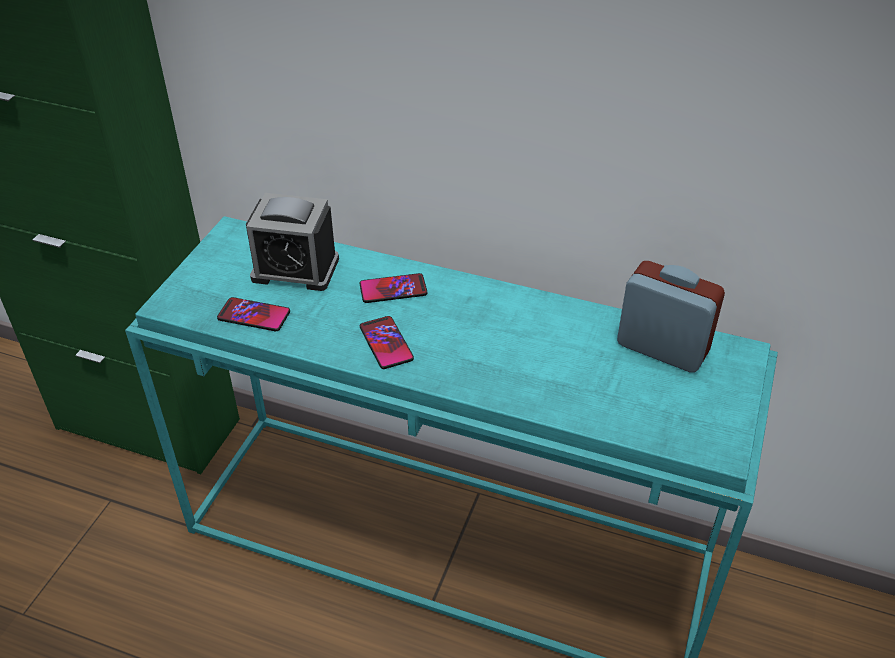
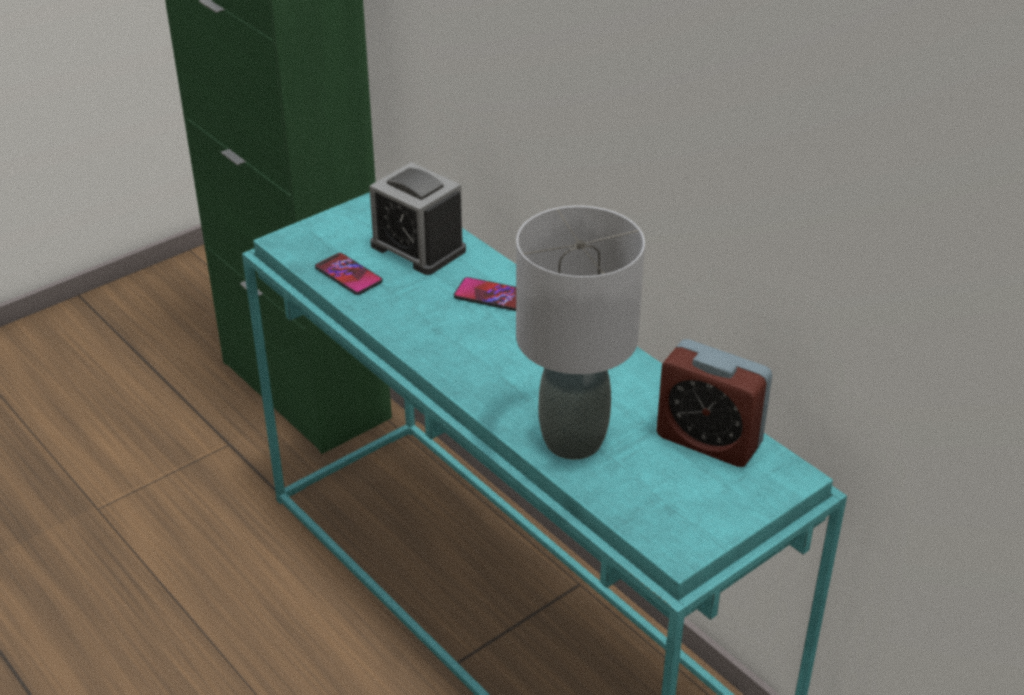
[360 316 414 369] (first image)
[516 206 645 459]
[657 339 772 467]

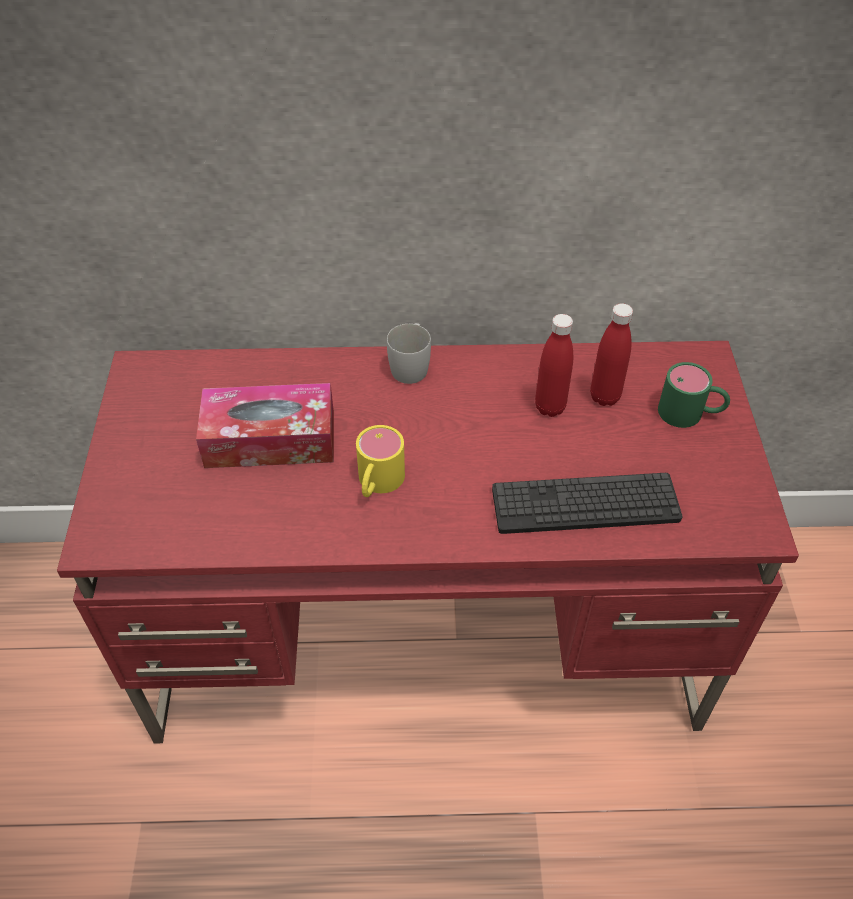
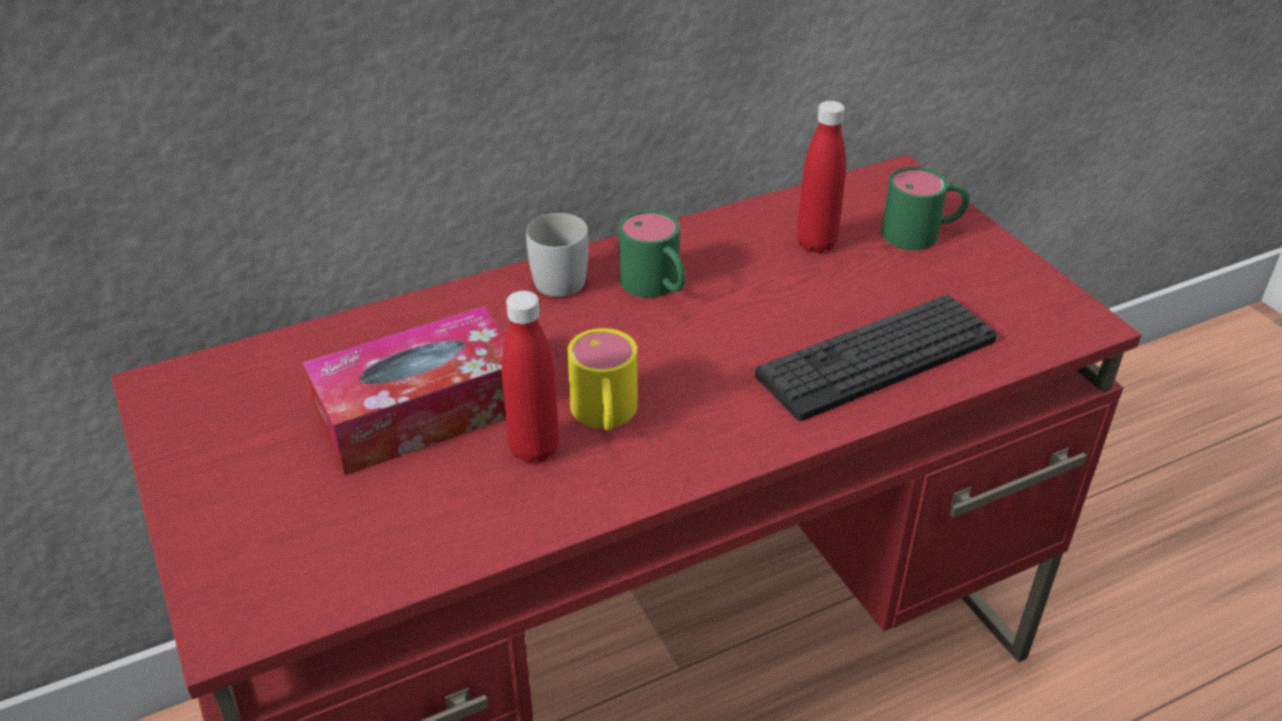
[619 210 685 297]
[502 291 559 463]

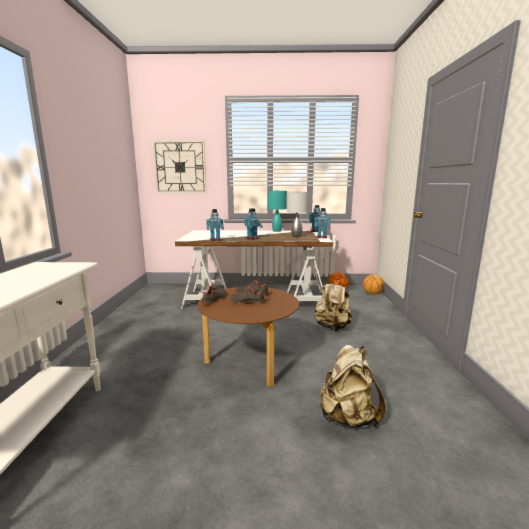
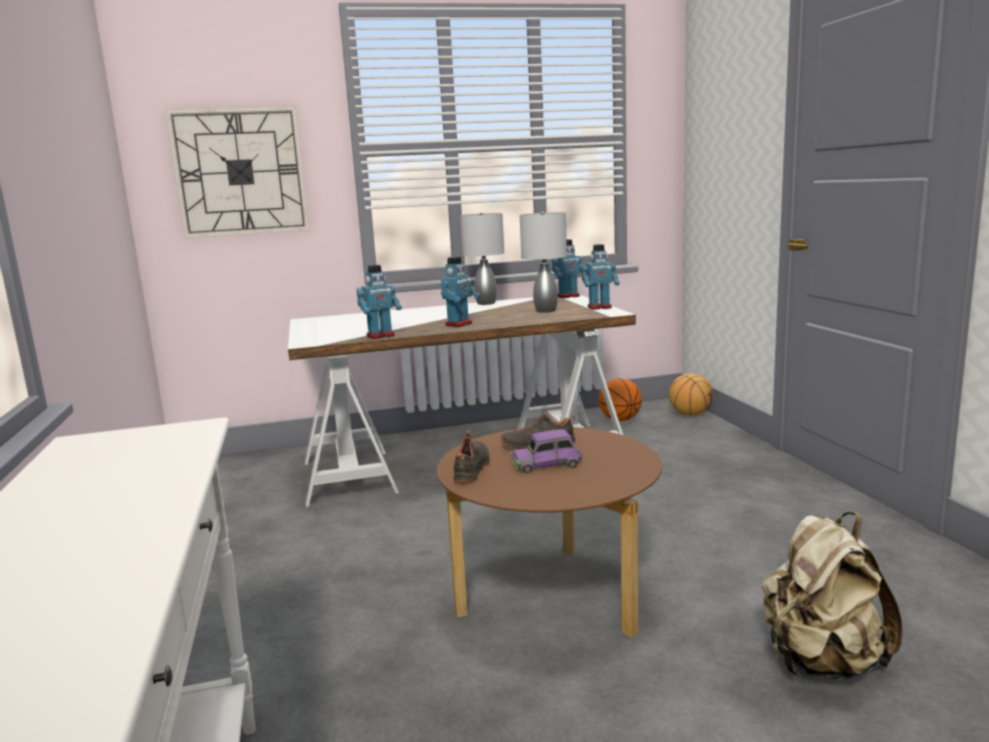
[314 279 352 331] (first image)
[510 429 583 473]
[460 213 504 305]

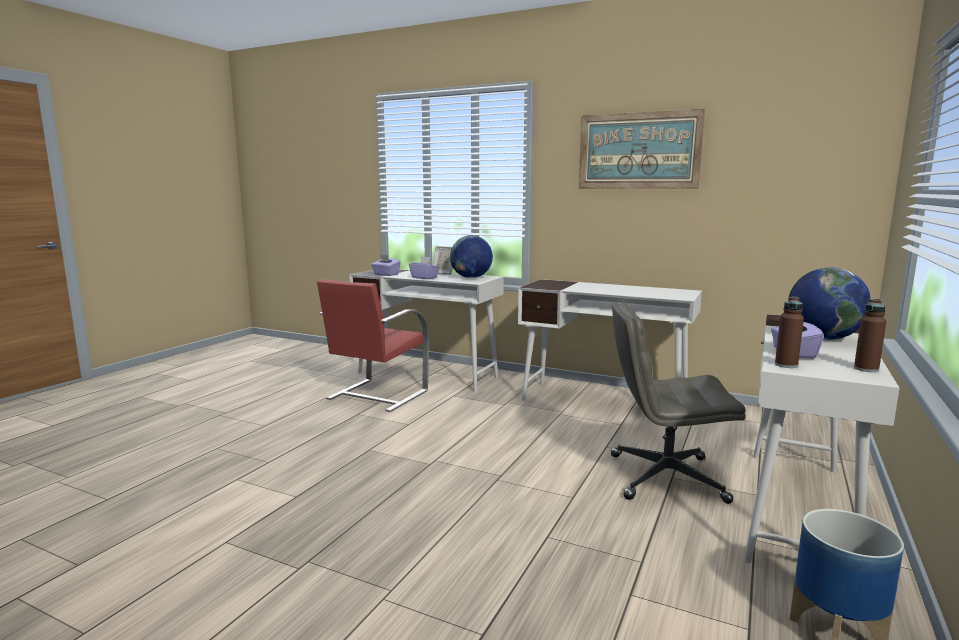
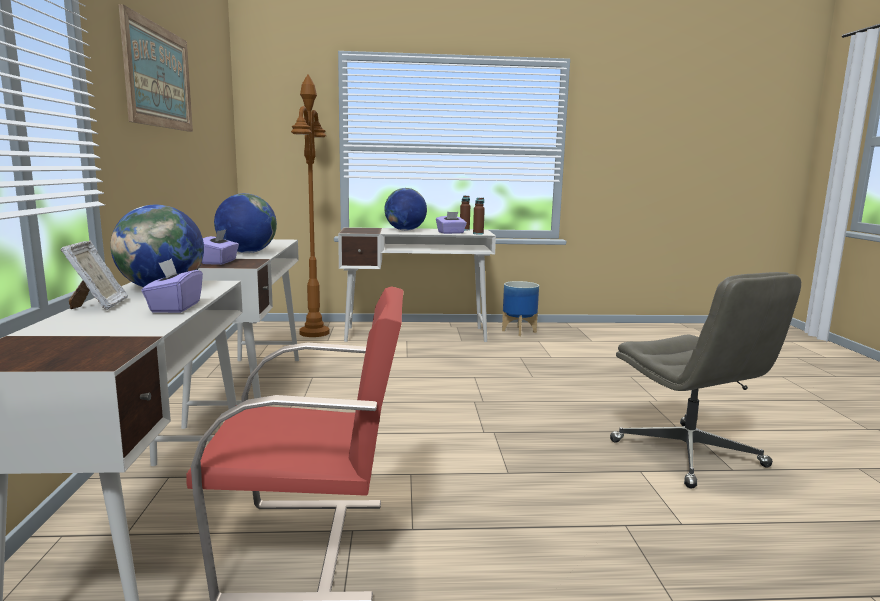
[214 193 277 253]
[291 75 329 337]
[202 230 239 265]
[610 272 801 489]

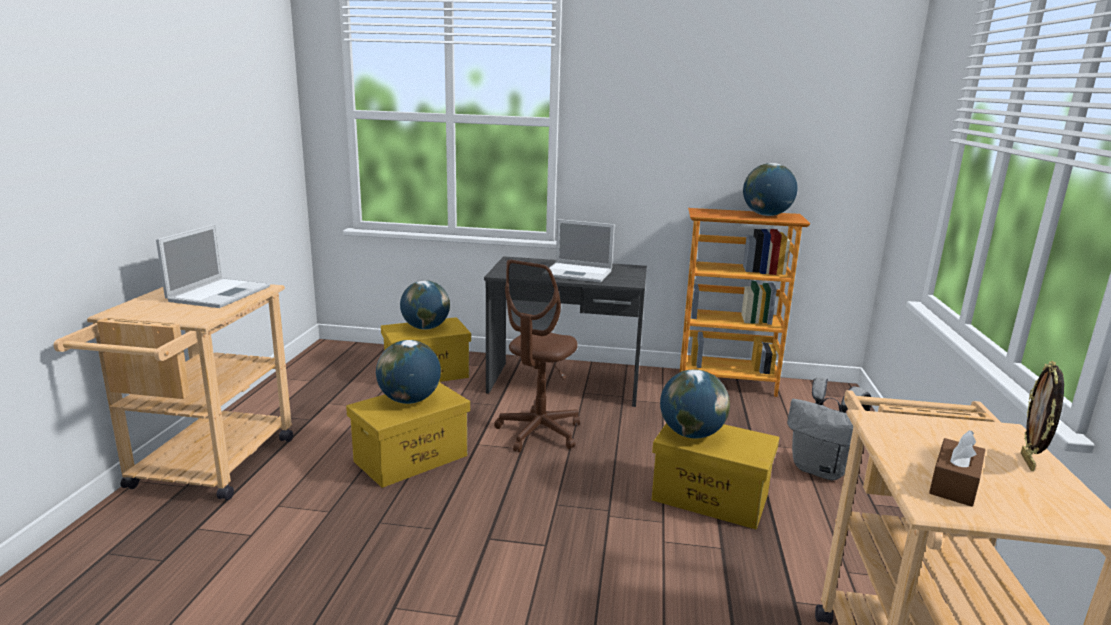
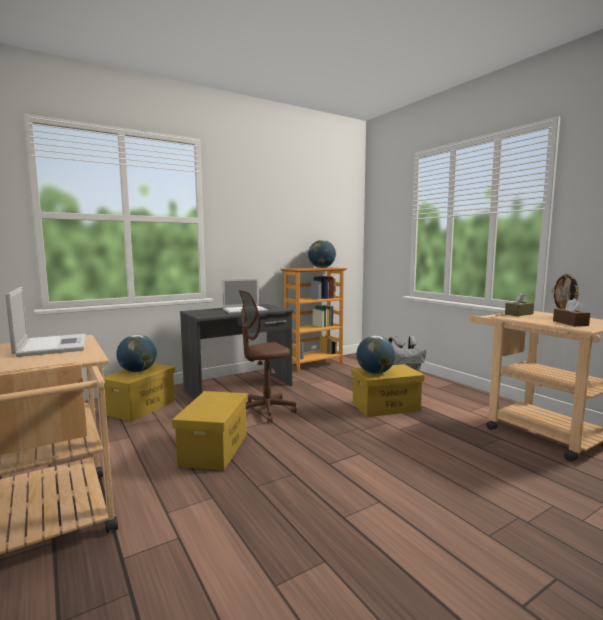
[376 340 441 404] (first image)
[505 292 534 316]
[239 290 297 423]

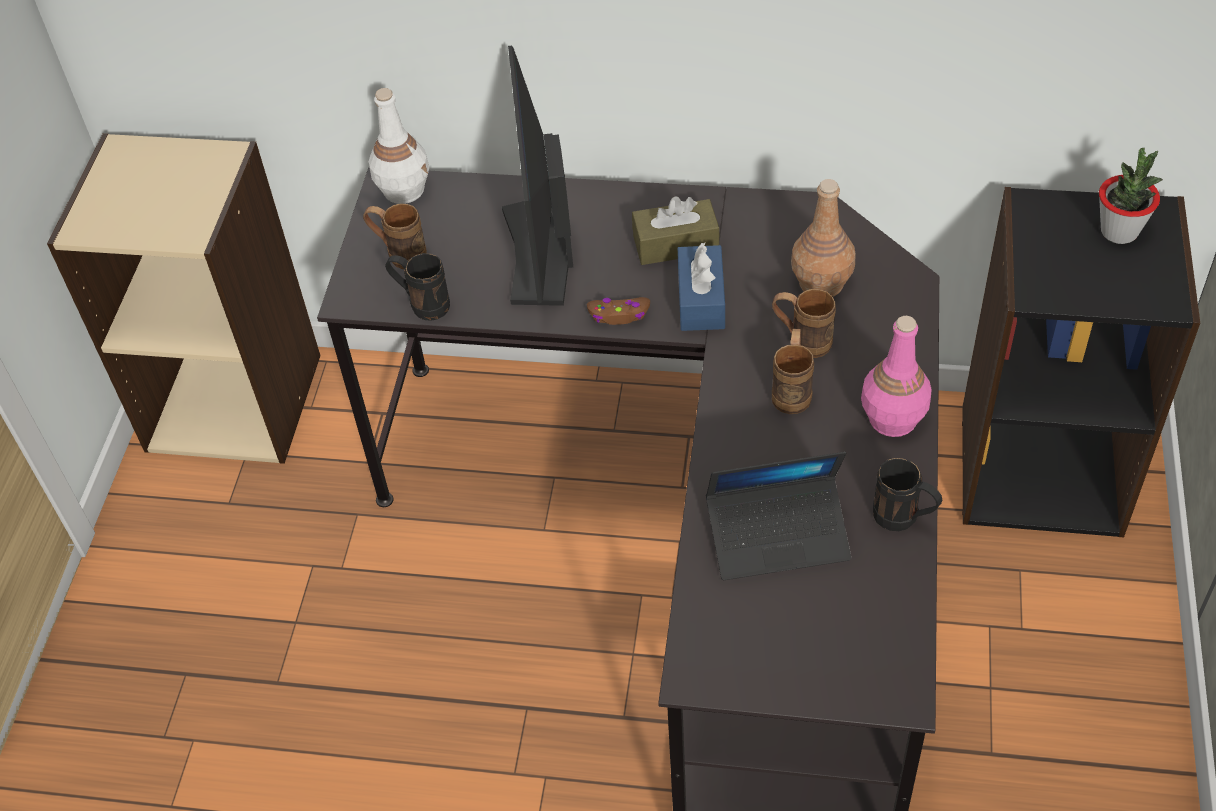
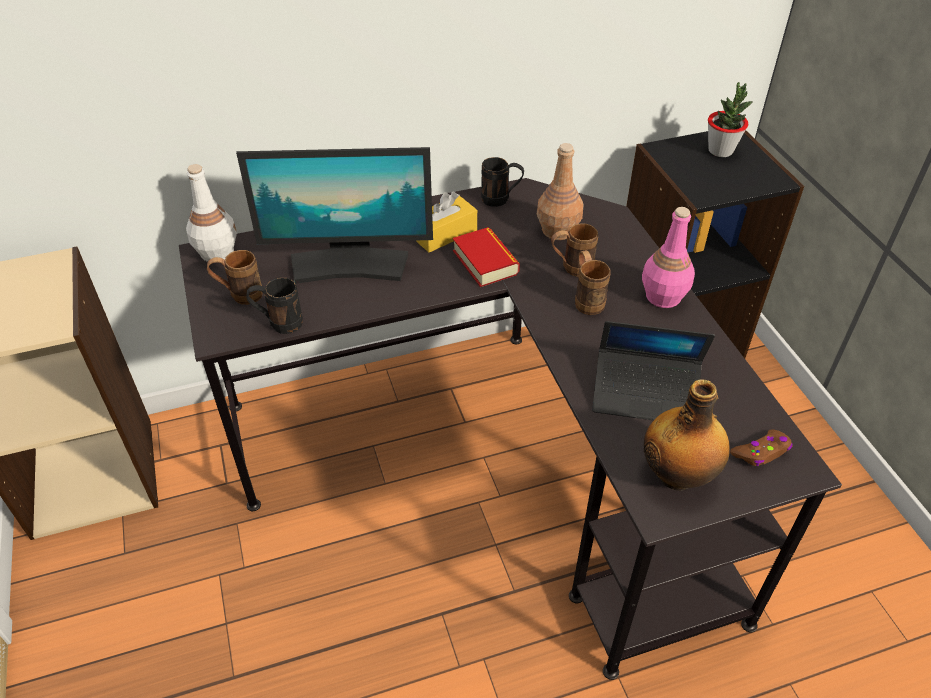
[644 379 730 491]
[730 429 793 466]
[481 157 524 207]
[453 227 520 287]
[416 192 477 252]
[236 147 433 284]
[592 321 715 420]

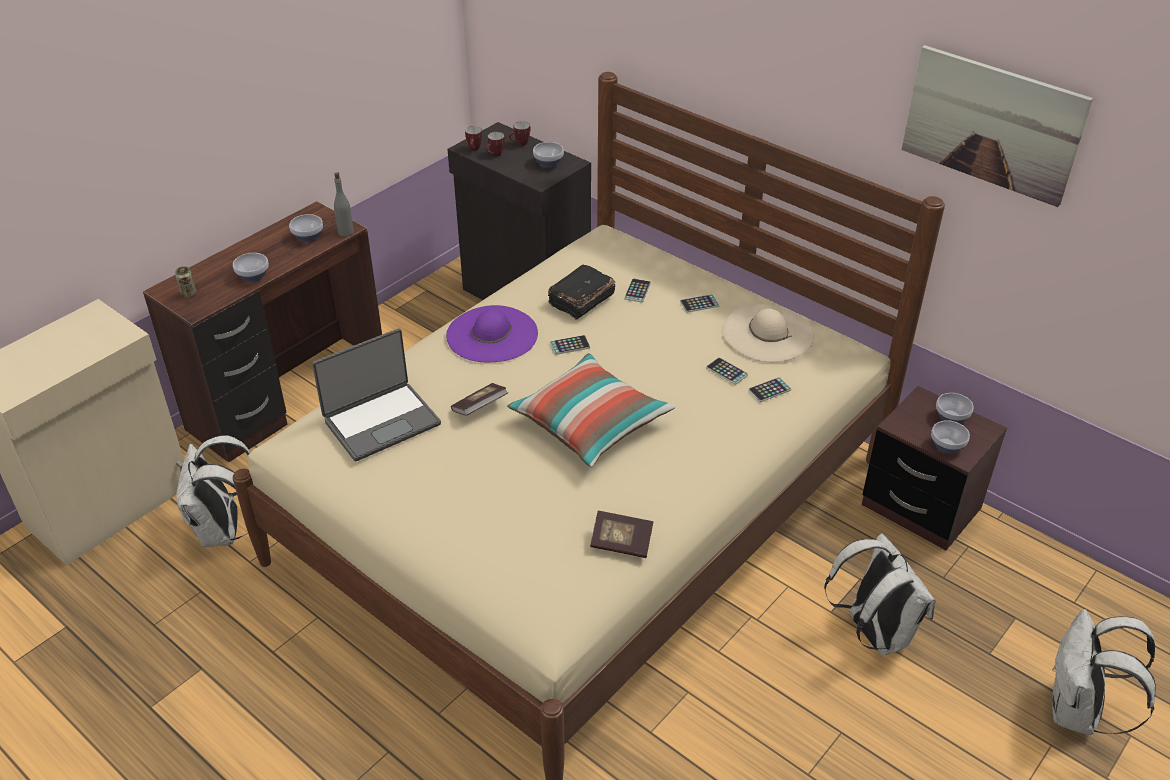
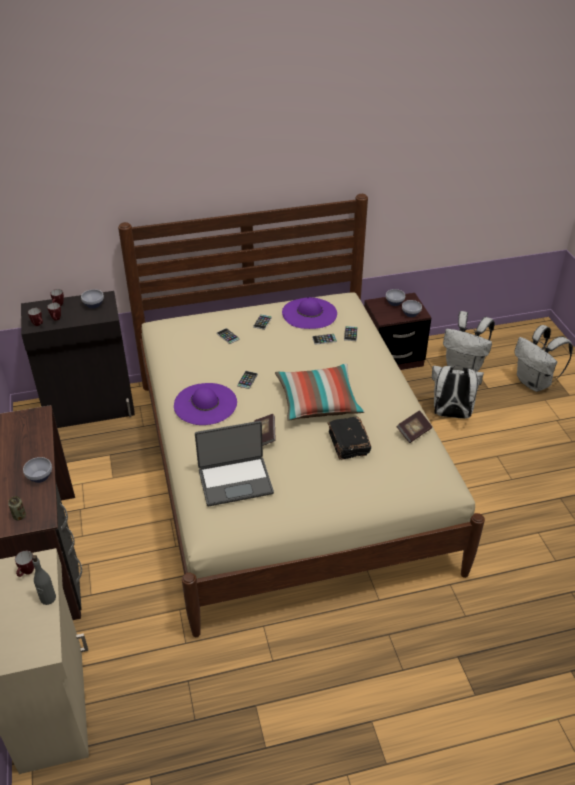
[289 214 323 243] (first image)
[902 45 1093 207] (first image)
[15 551 34 577]
[443 311 495 372]
[32 555 56 605]
[328 417 371 460]
[282 297 337 329]
[195 421 274 506]

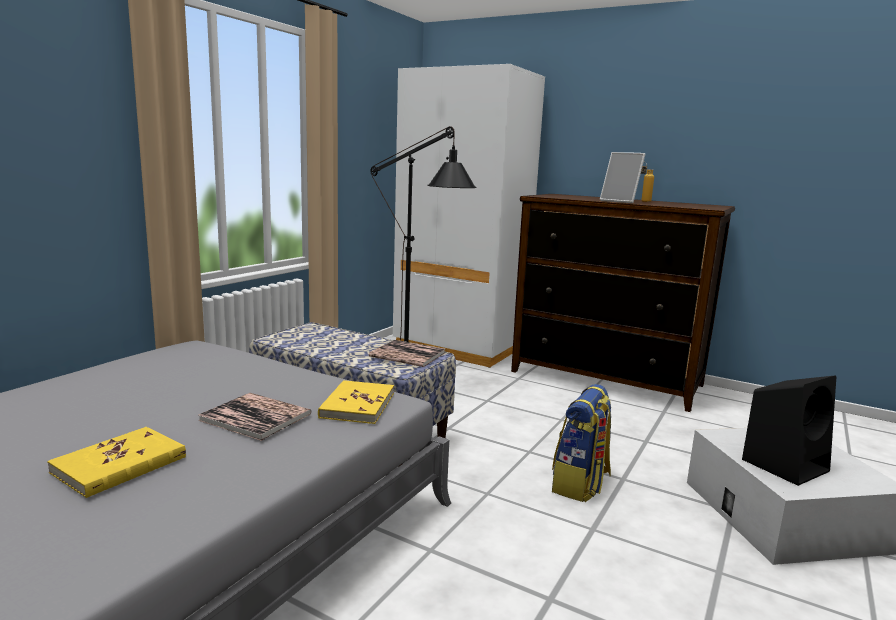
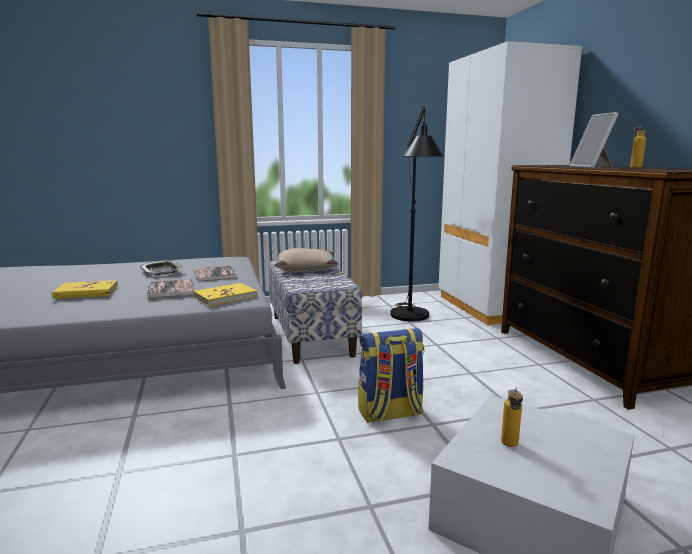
[140 260 183 275]
[274 248 338 270]
[194 266 237 281]
[501 387 523 447]

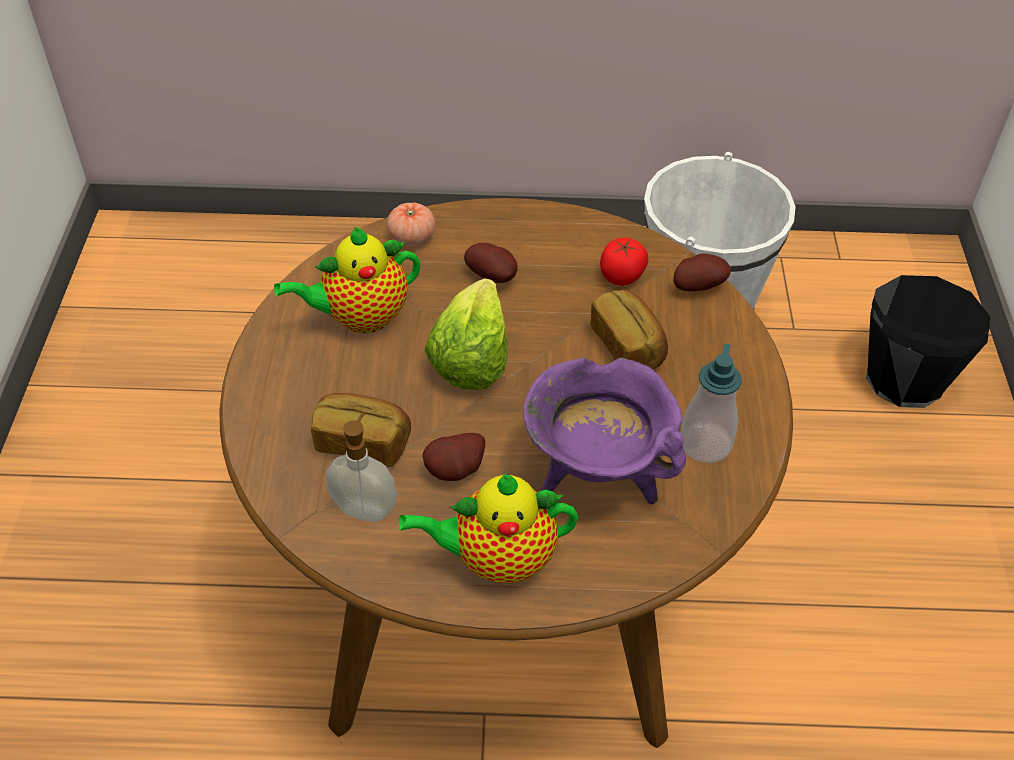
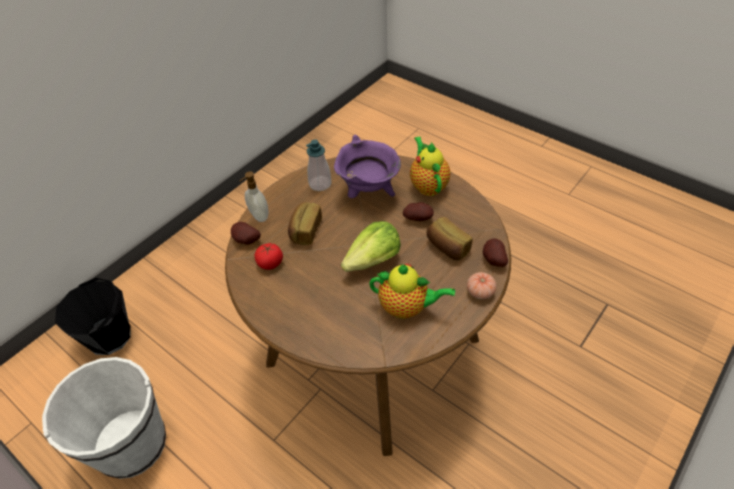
[240 171 269 222]
[467 272 497 299]
[483 239 508 267]
[410 136 451 196]

